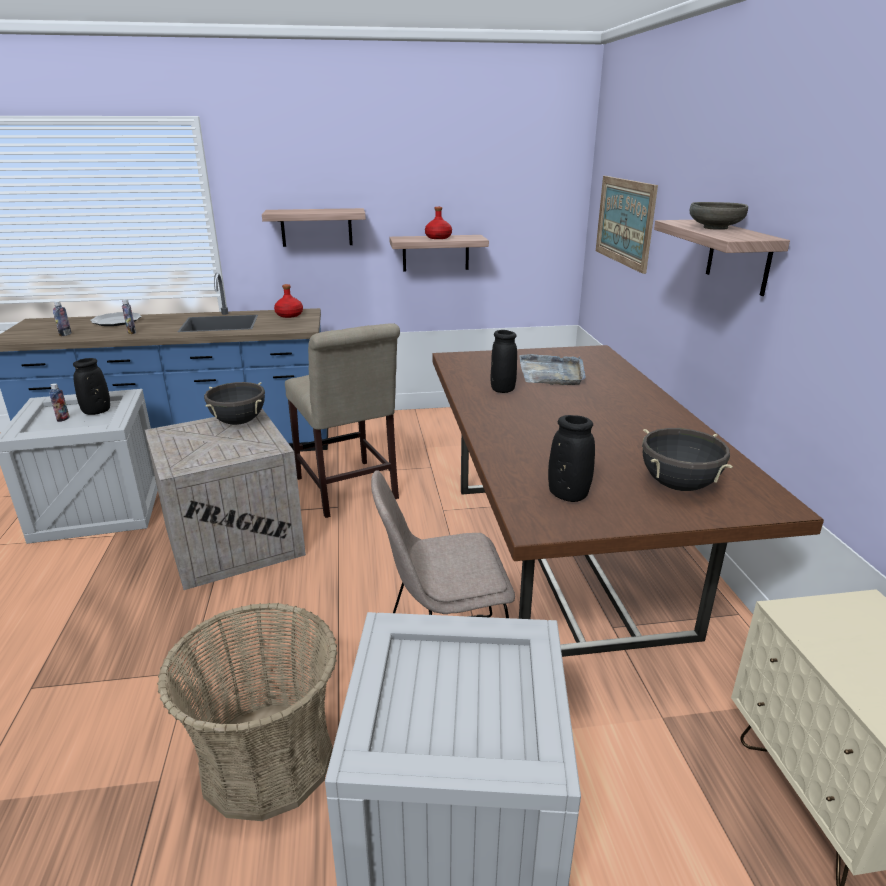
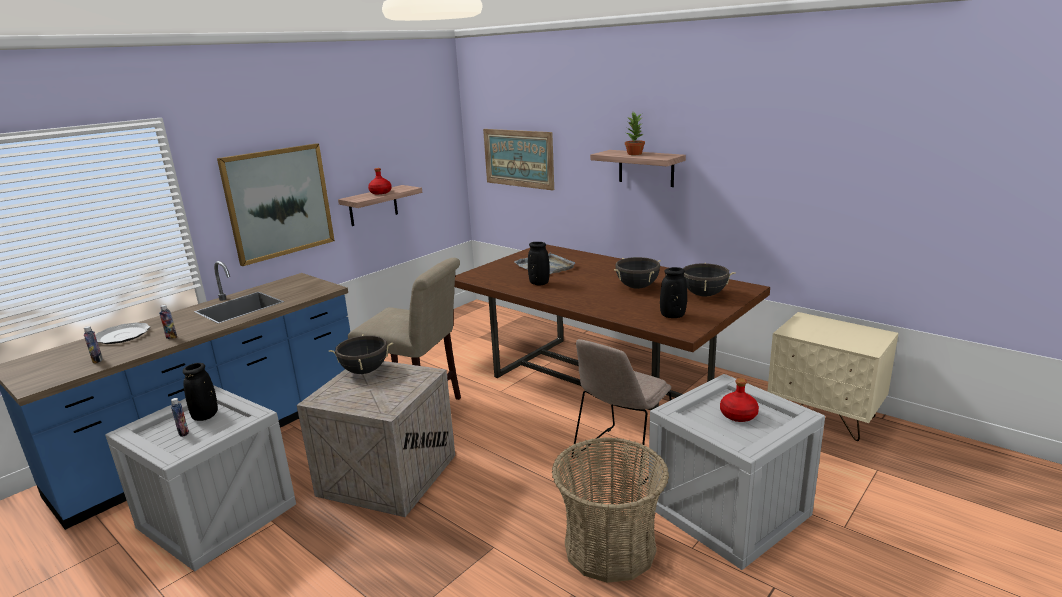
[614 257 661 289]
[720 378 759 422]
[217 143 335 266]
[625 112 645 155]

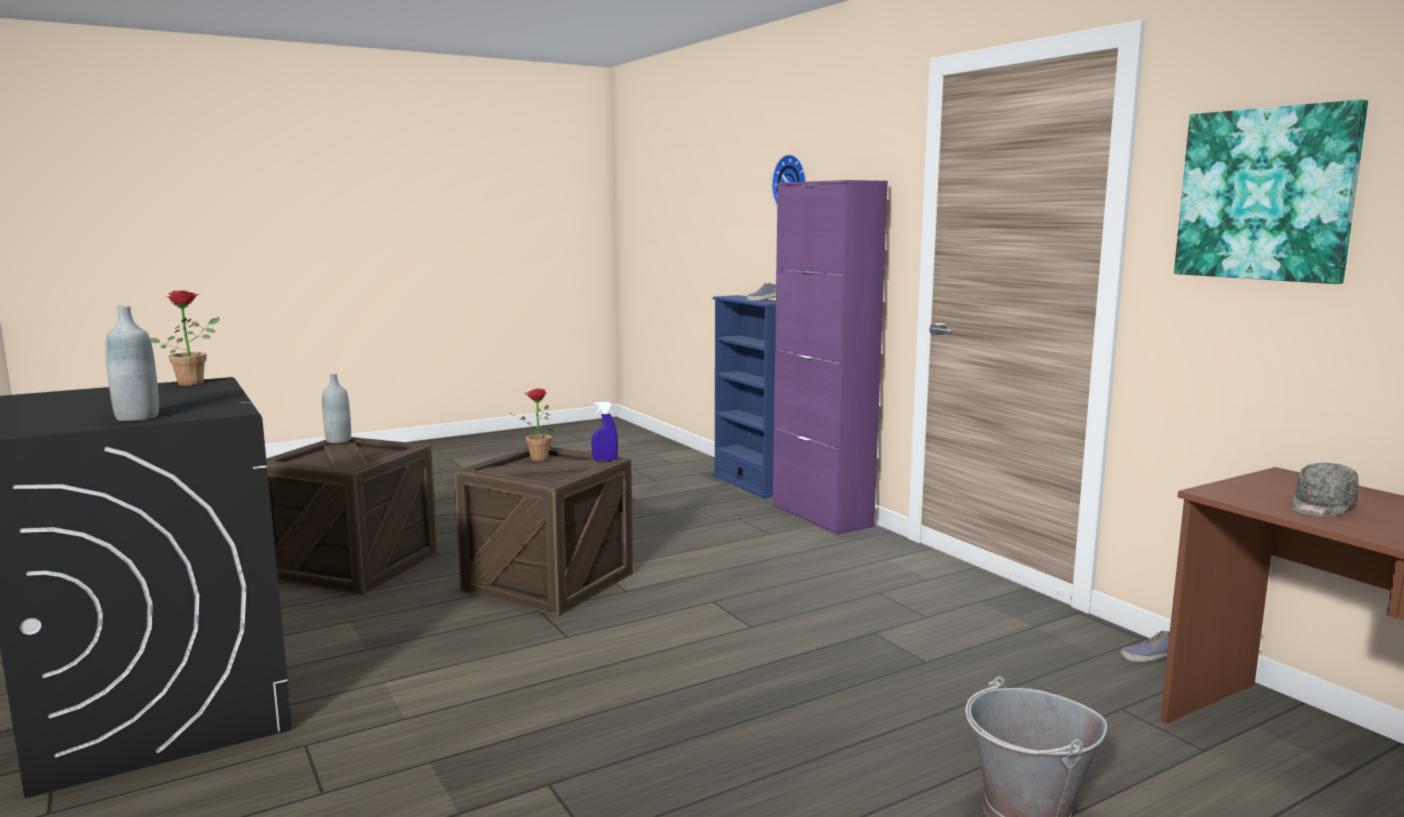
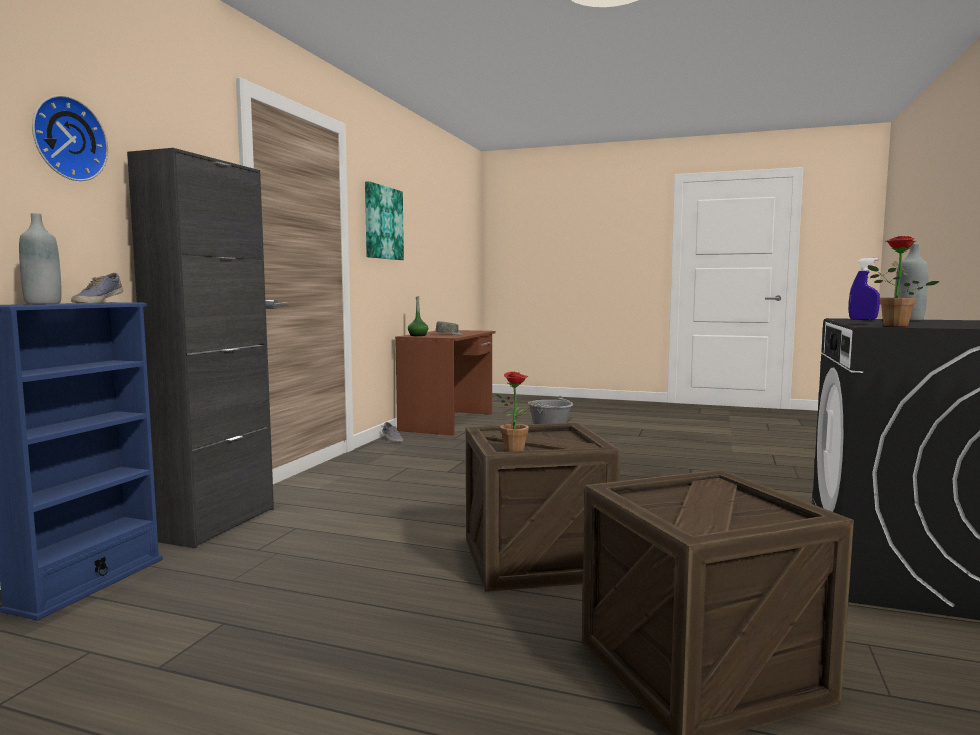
[408 296 428 336]
[19 213 62 304]
[849 258 880 320]
[127 148 274 548]

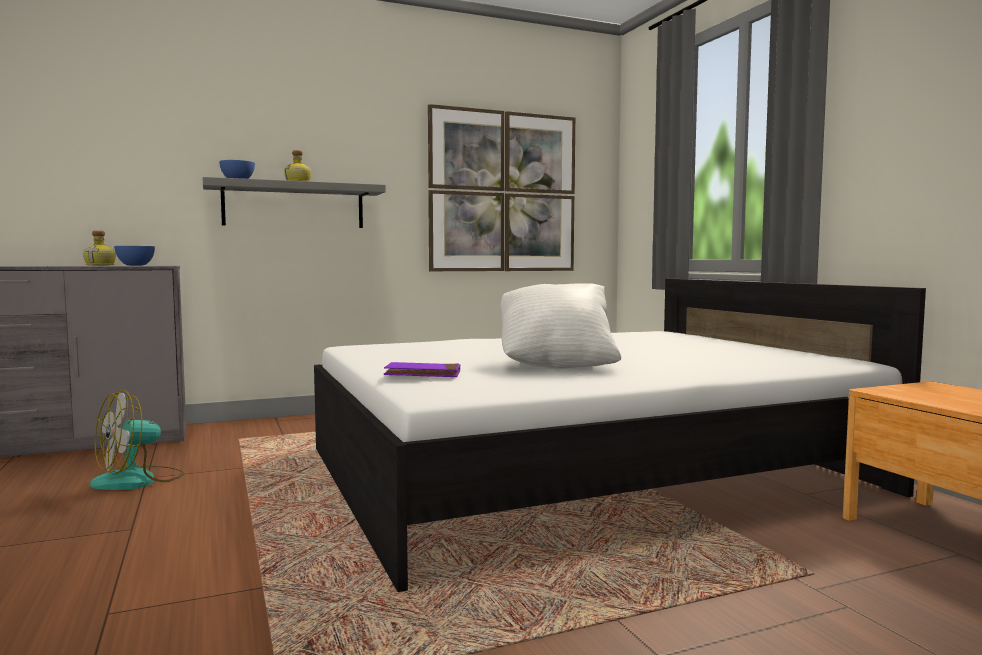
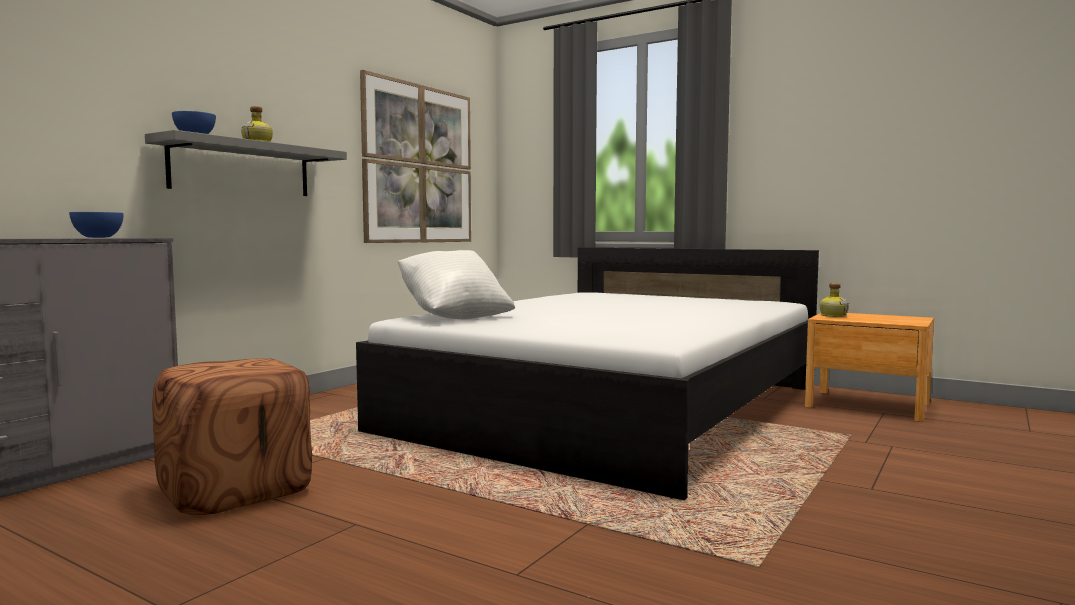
[384 362 460 377] (first image)
[820 283 849 317]
[398 250 515 319]
[152 358 312 515]

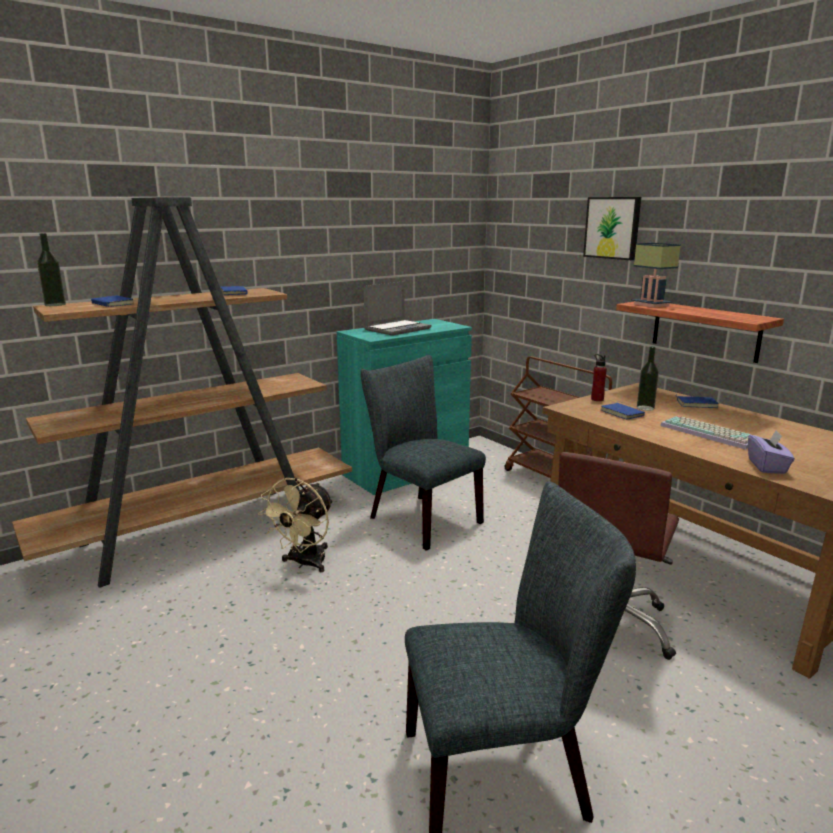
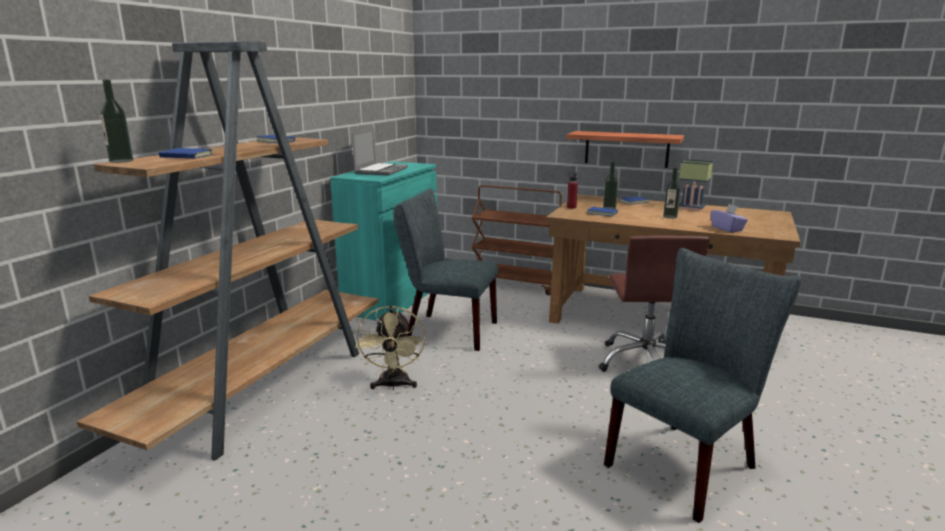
[583 197 641 260] (first image)
[679 159 713 211]
[663 168 680 219]

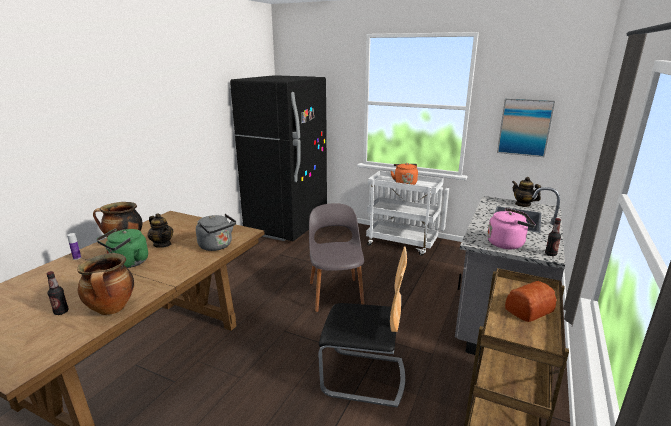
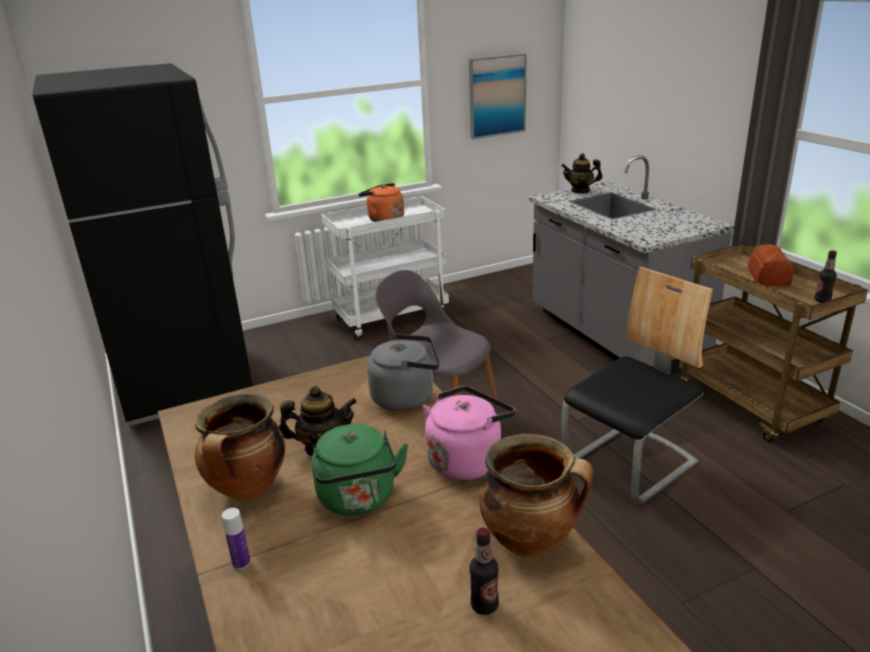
[423 386 515 480]
[814 250 837 303]

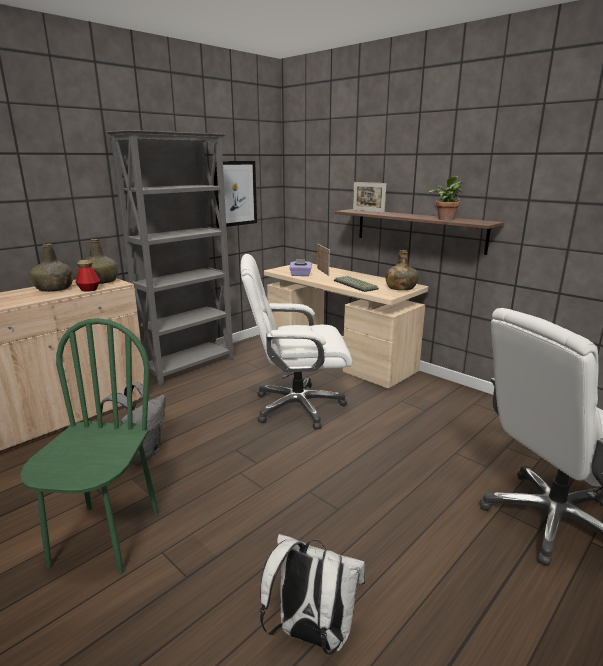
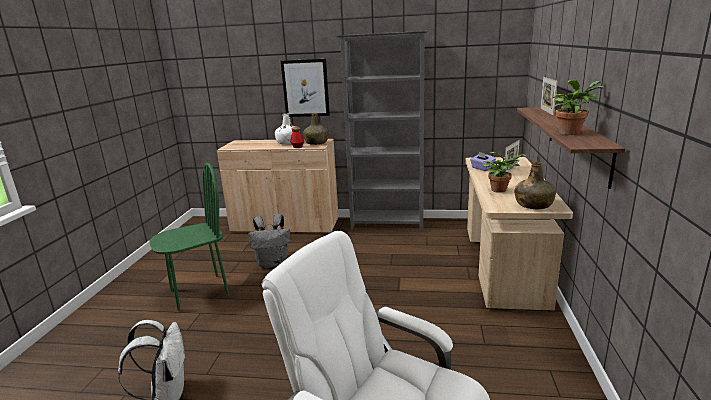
[241 254 352 430] (first image)
[281 59 330 117]
[483 152 526 193]
[275 113 294 145]

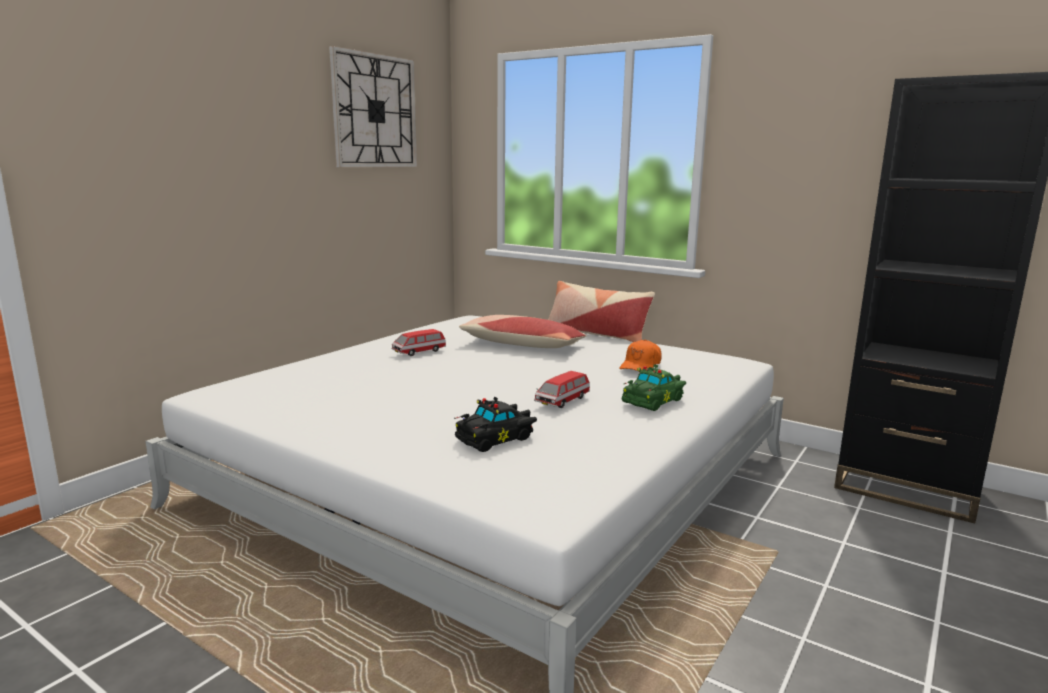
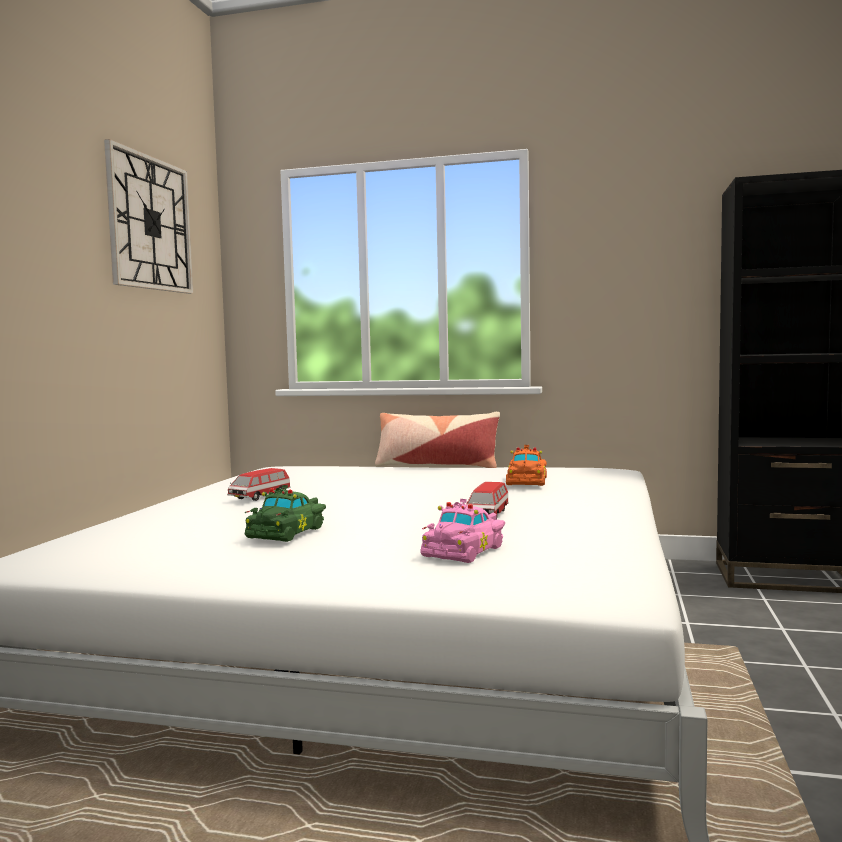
[459 315 587 348] (first image)
[245 485 326 542]
[506 445 547 486]
[420 499 505 563]

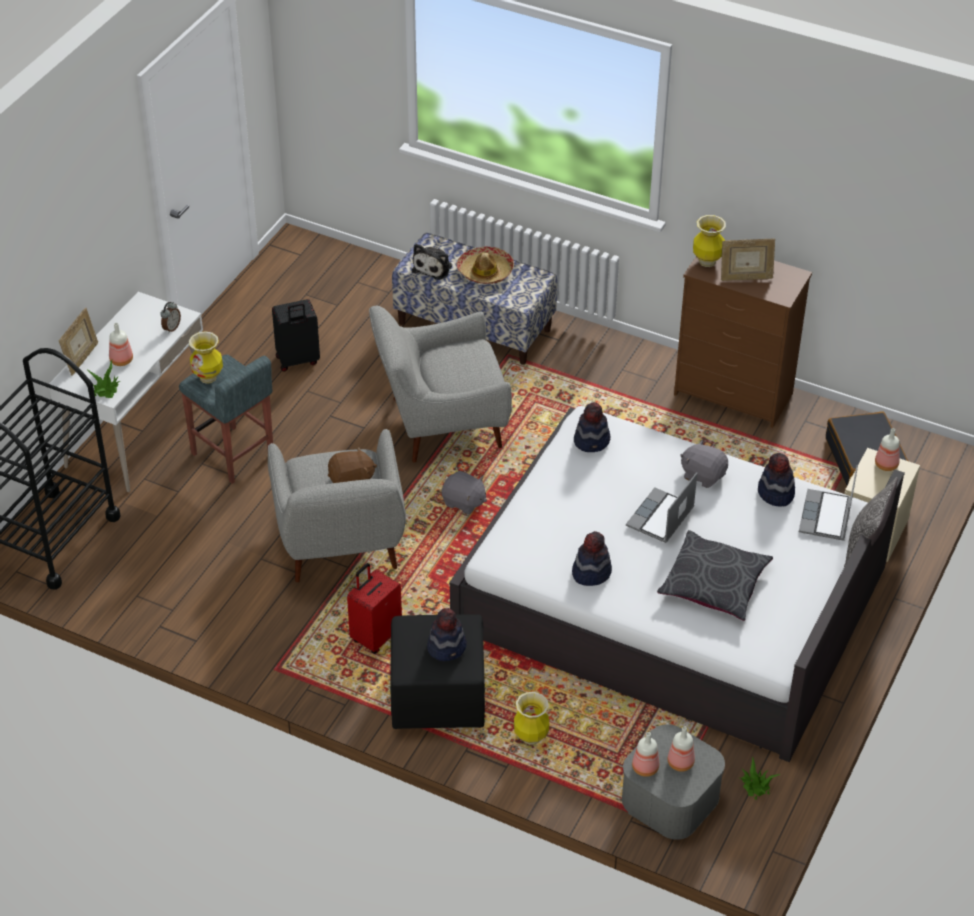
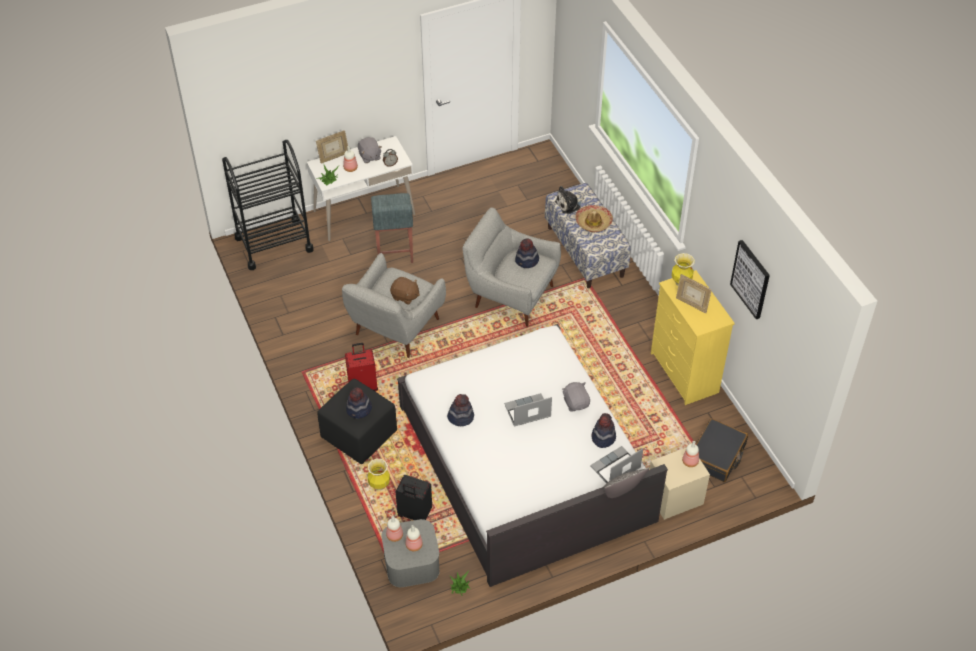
[189 331 223 384] (first image)
[657 530 773 621] (first image)
[730 240 770 319]
[395 475 432 520]
[358 137 382 163]
[515 238 539 268]
[651 270 735 405]

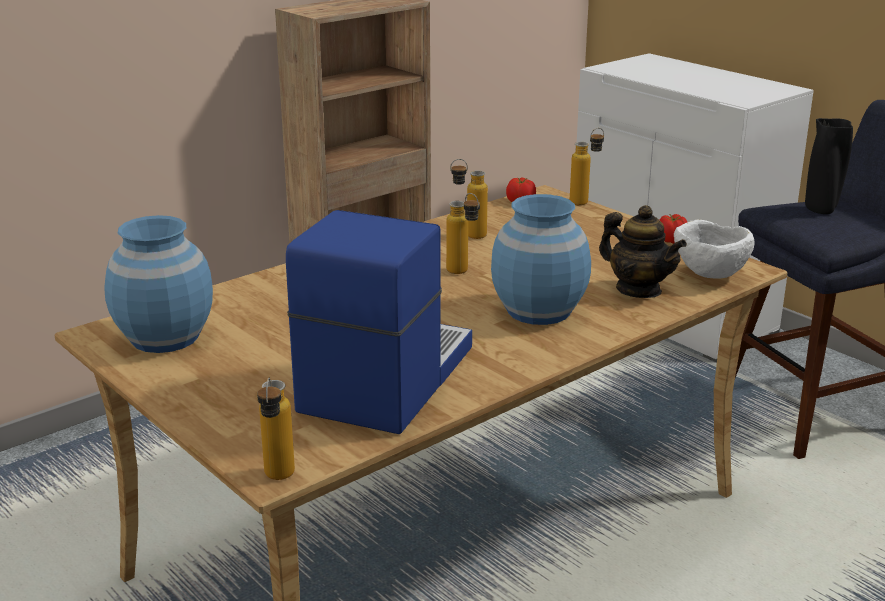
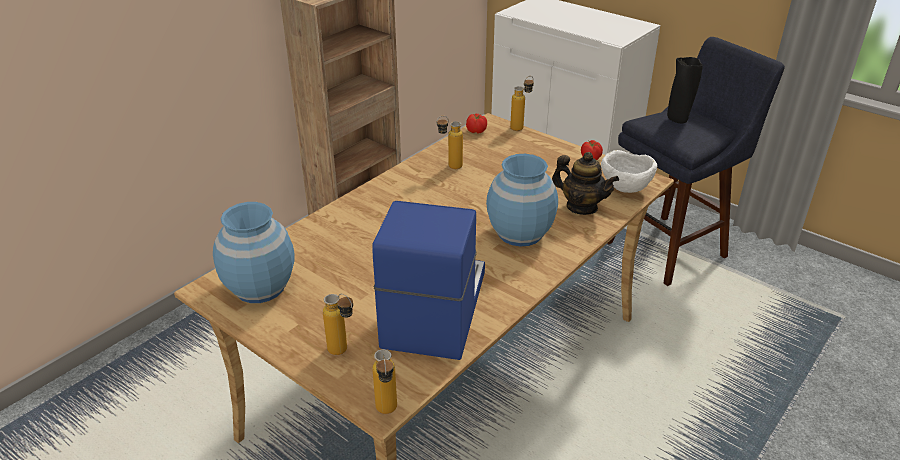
[323 294 353 355]

